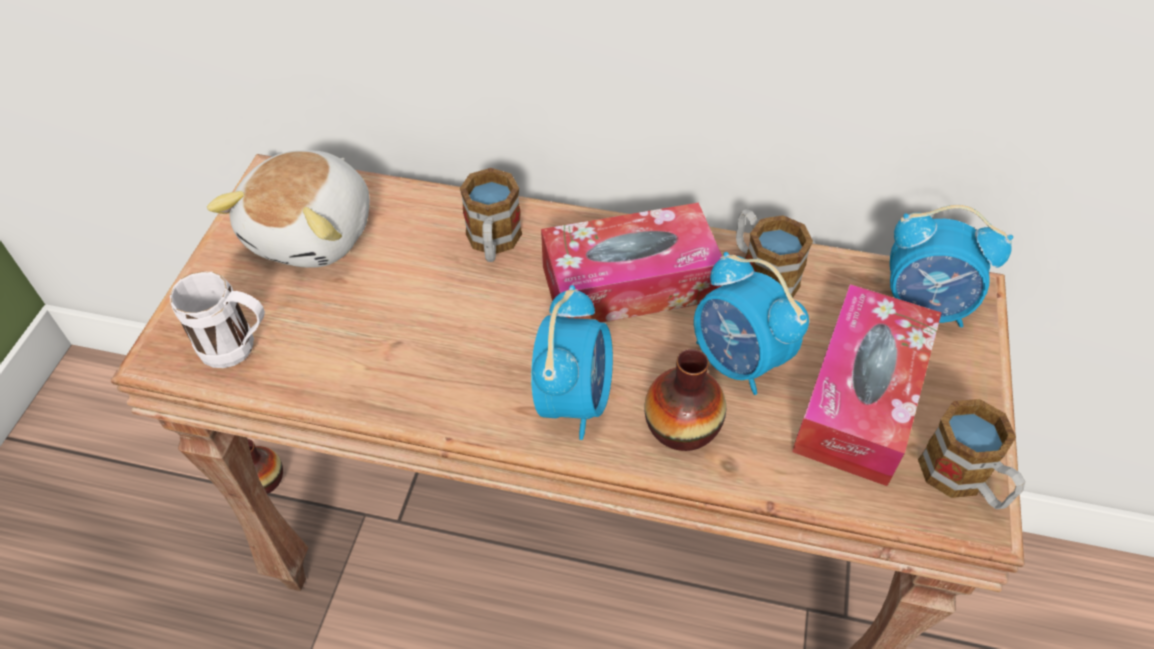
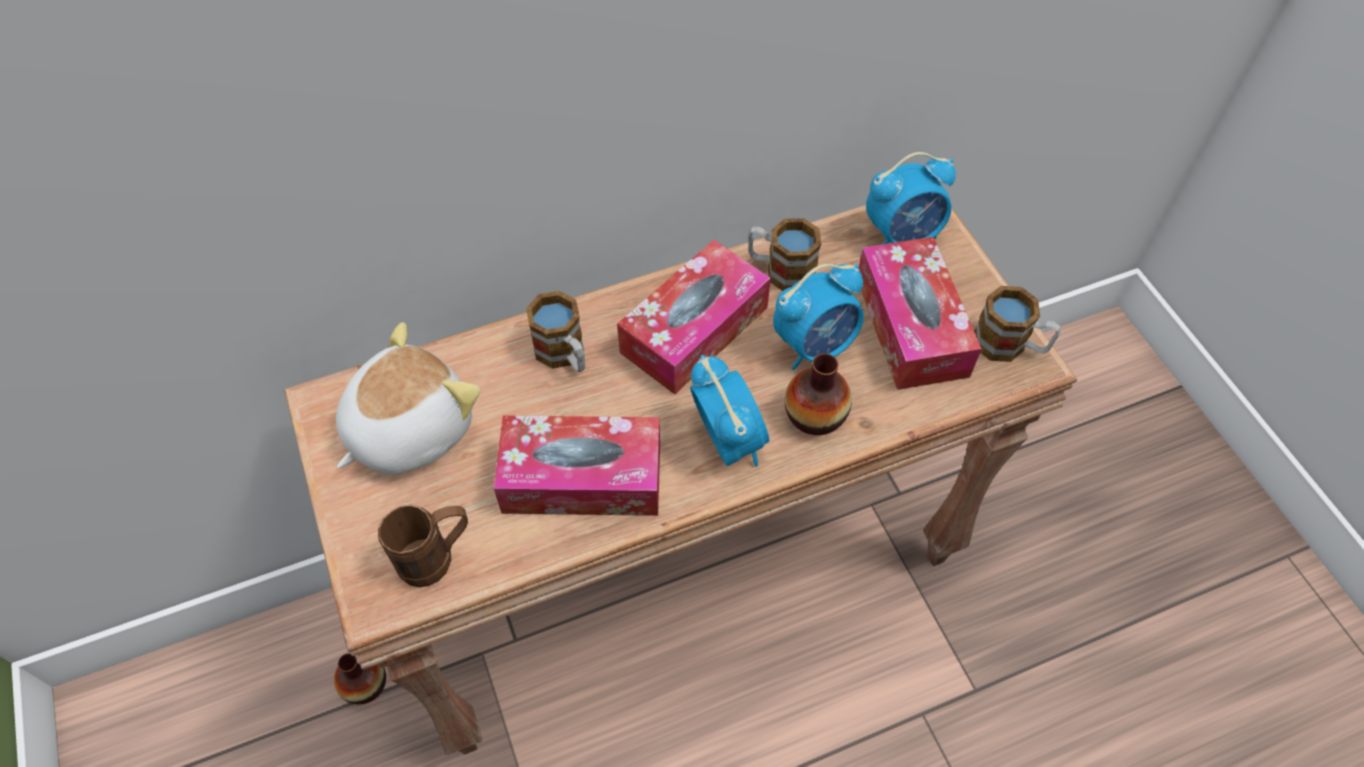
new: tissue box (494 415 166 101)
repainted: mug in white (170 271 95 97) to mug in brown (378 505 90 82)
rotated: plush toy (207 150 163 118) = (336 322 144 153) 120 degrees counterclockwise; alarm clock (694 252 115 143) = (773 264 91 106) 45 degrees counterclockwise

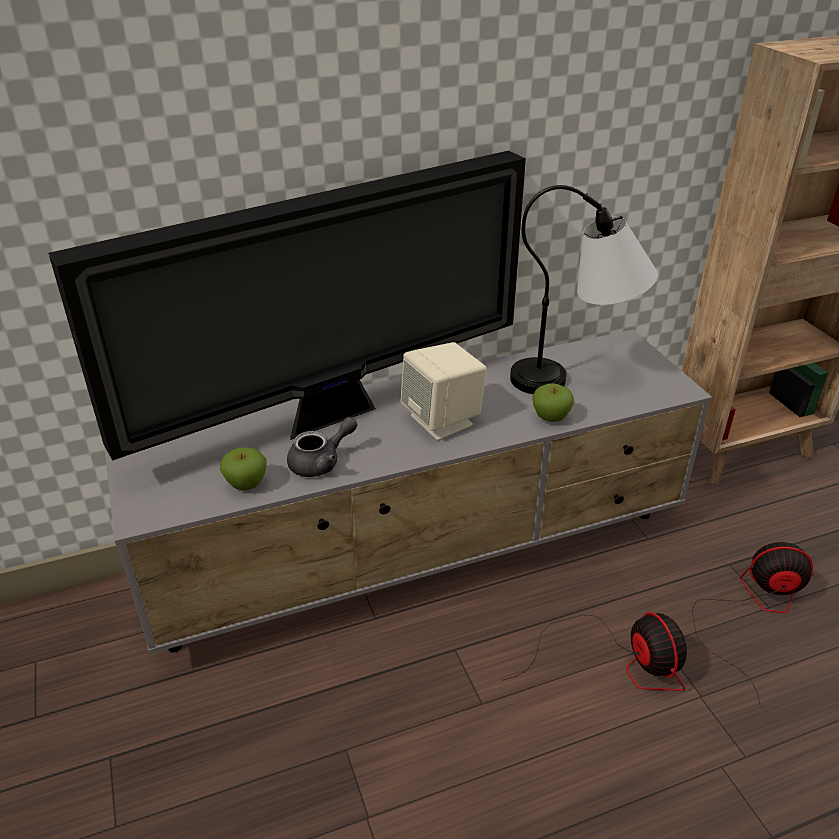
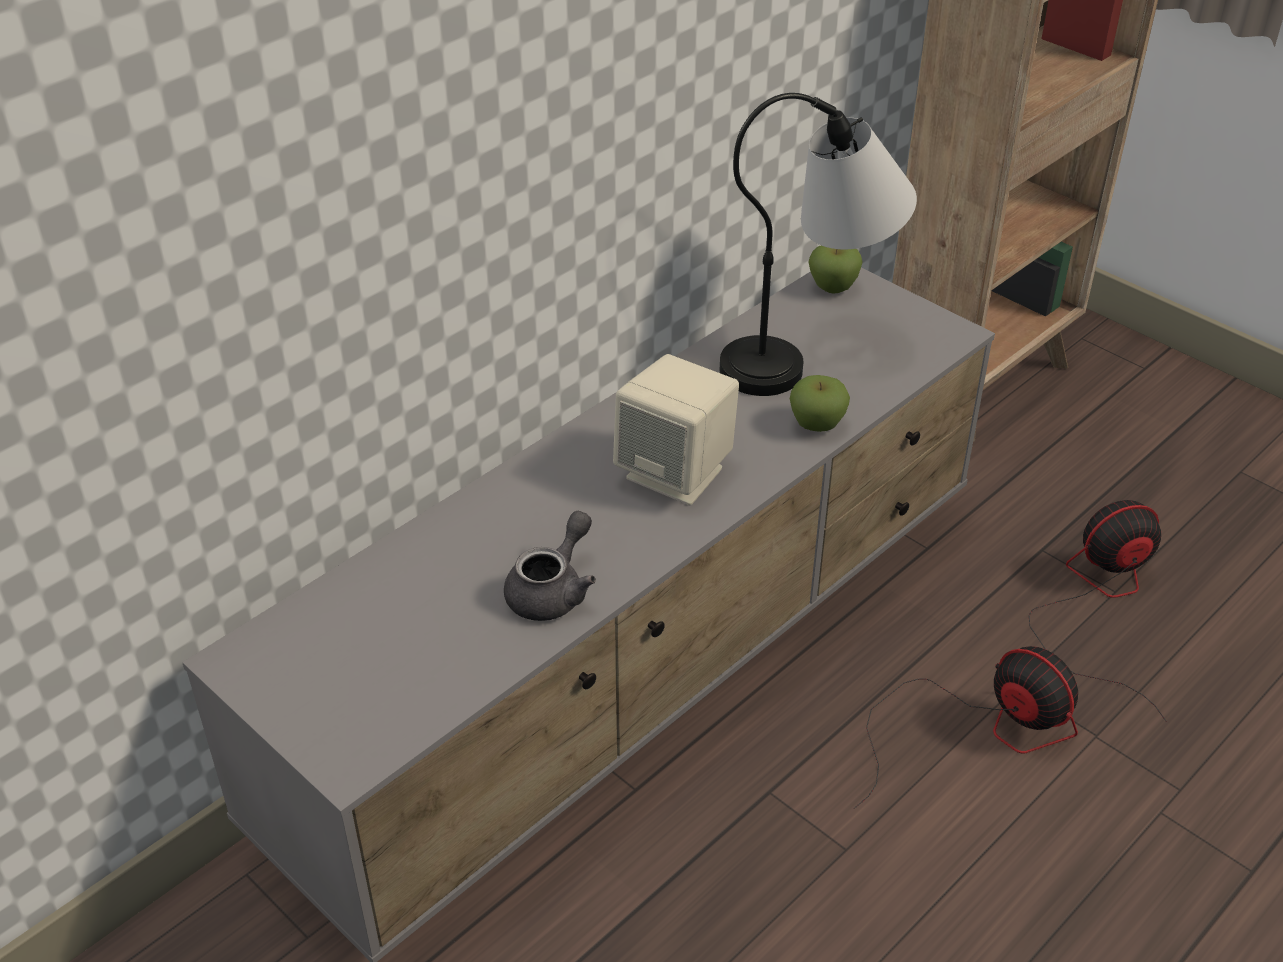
gone: television (48 151 478 310)
shifted: apple (220 447 46 43) to (808 246 55 47)

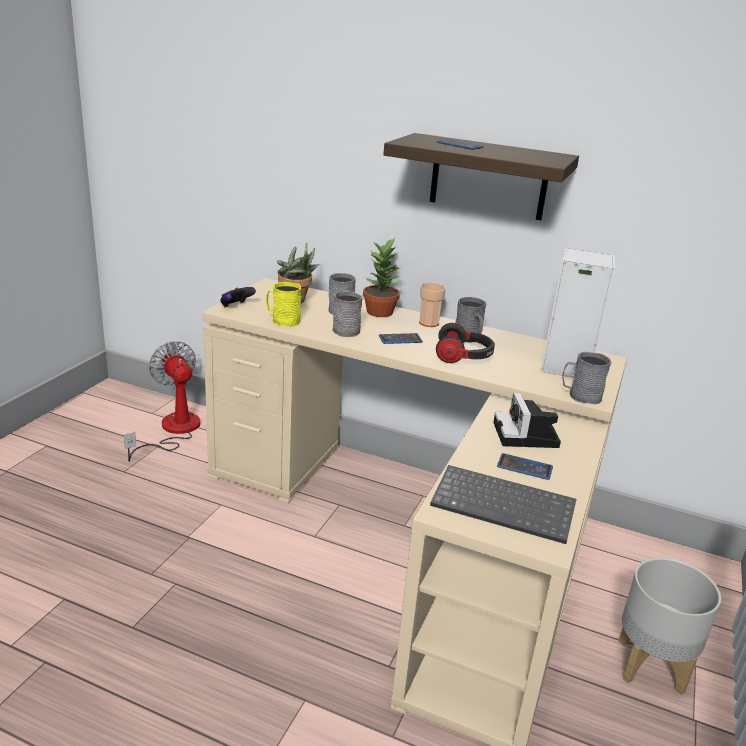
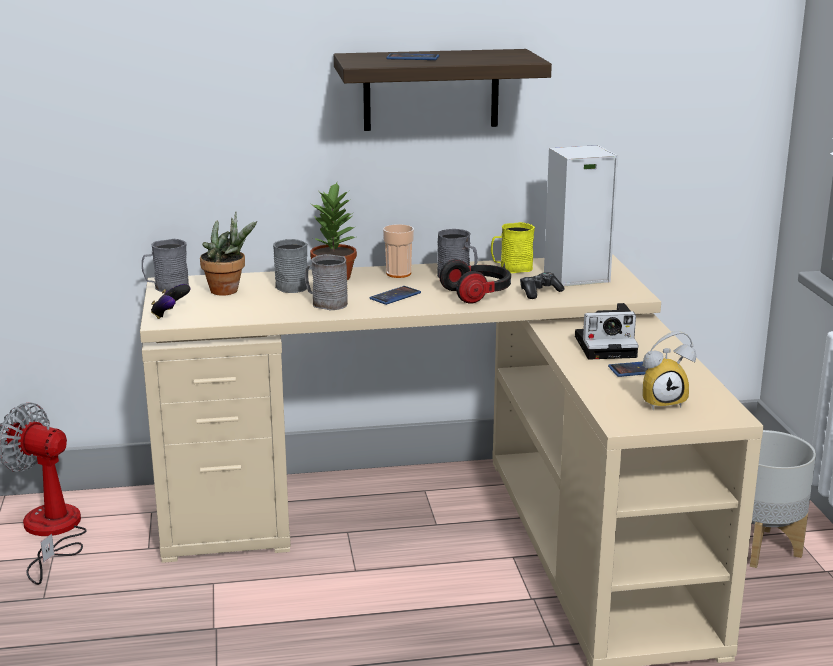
new: game controller (520 272 45 27)
shifted: mug in yellow (266 282 35 45) to (491 222 44 51); mug in grey (562 352 50 52) to (142 239 47 53)
swapped: keyboard (430 465 147 79) to alarm clock (642 331 54 79)
rotated: photo camera (493 392 68 56) = (575 303 63 57) 60 degrees counterclockwise

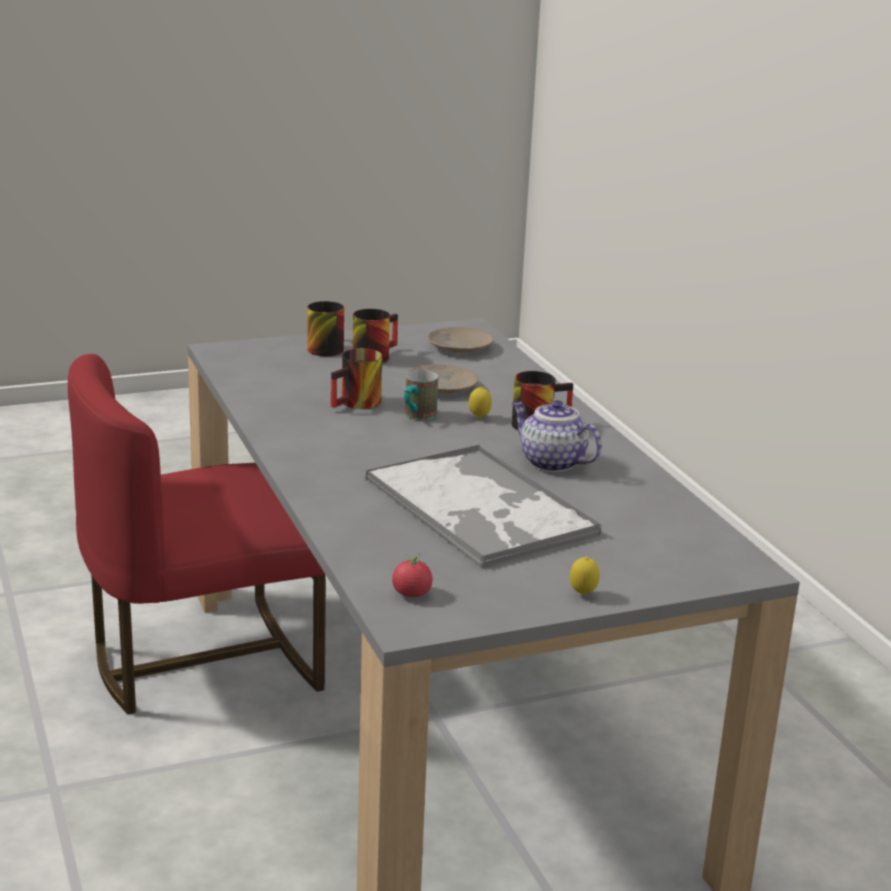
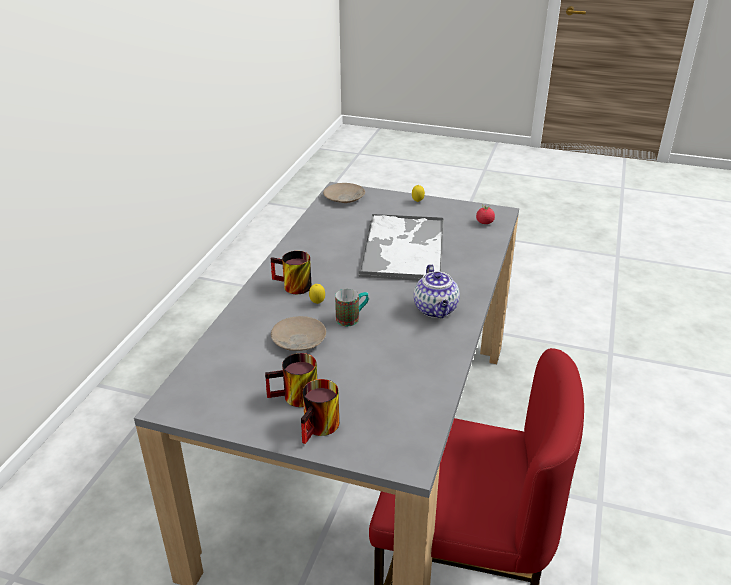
gone: mug (331 348 51 61)
shifted: plate in beige (428 327 66 26) to (323 183 42 20); teapot (512 400 90 72) to (414 264 46 54)

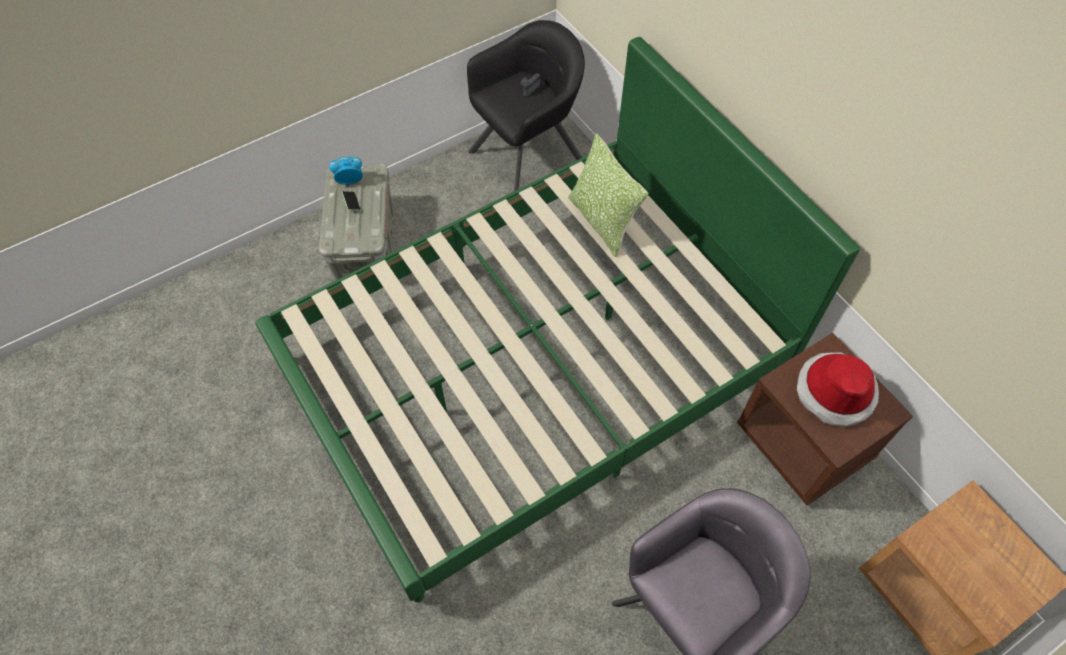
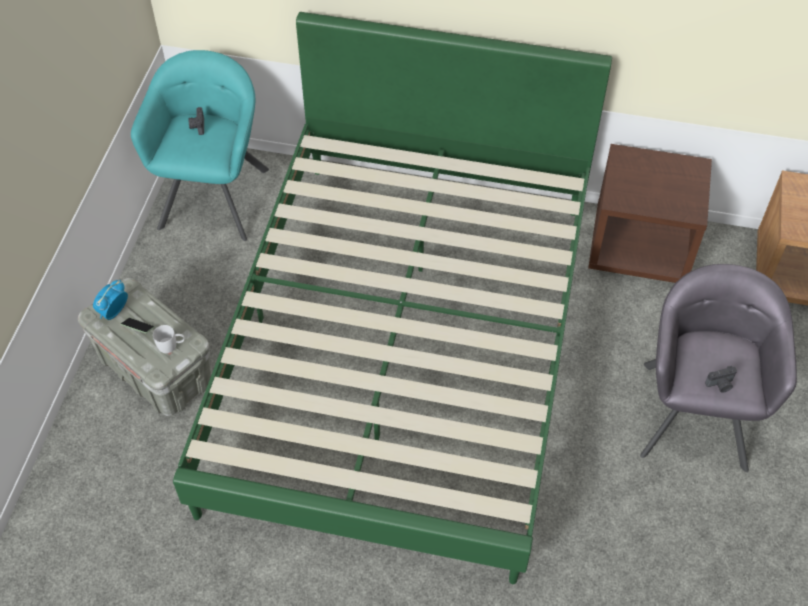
gone: pillow (568 133 80 124); hat (797 352 82 75)
new: mug in white (153 325 32 28); photo camera (705 366 32 27)
repainted: armchair in black (467 20 118 171) to armchair in turquoise (131 50 138 191)

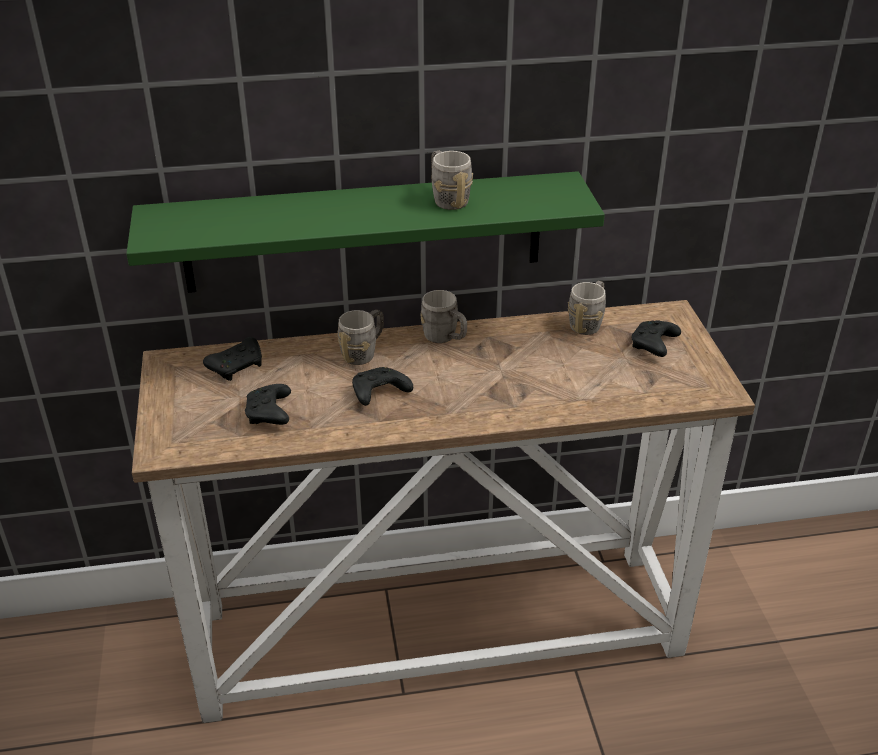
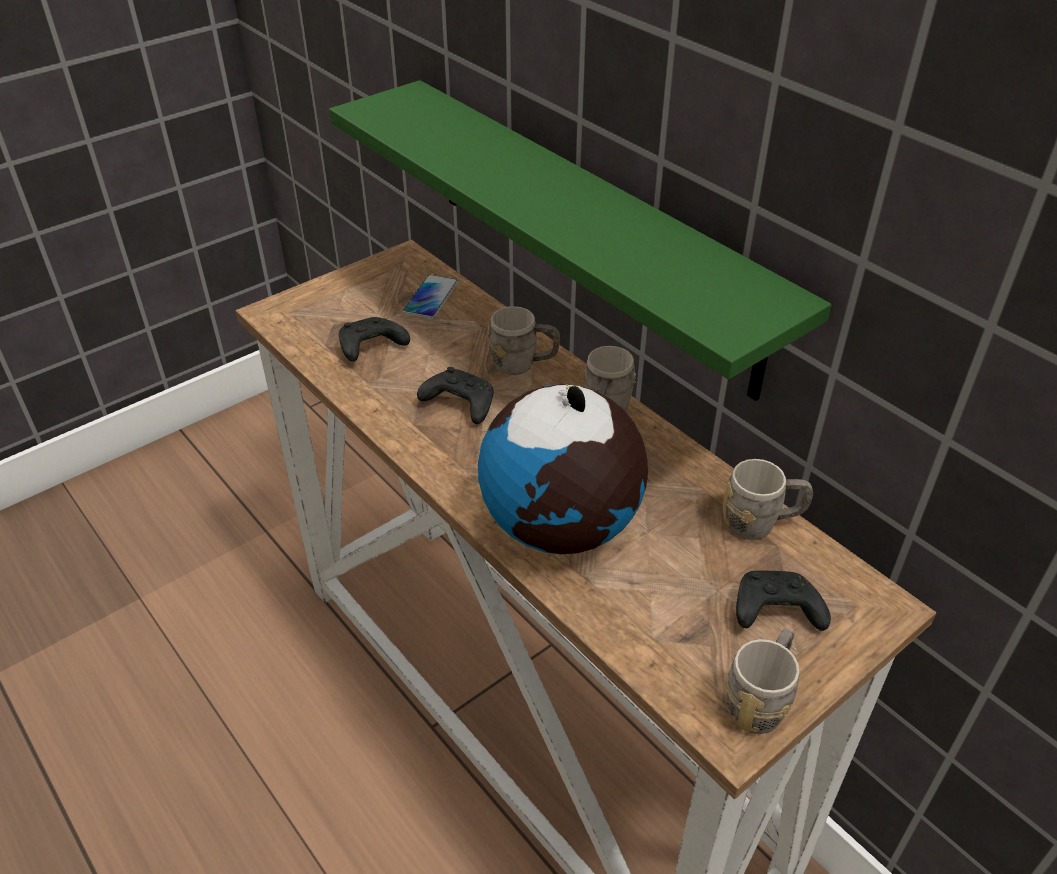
new: globe (478 384 170 170)
shifted: mug in grey (431 151 42 59) to (725 629 74 105)
swapped: game controller in black (203 337 59 44) to phone (403 274 55 45)

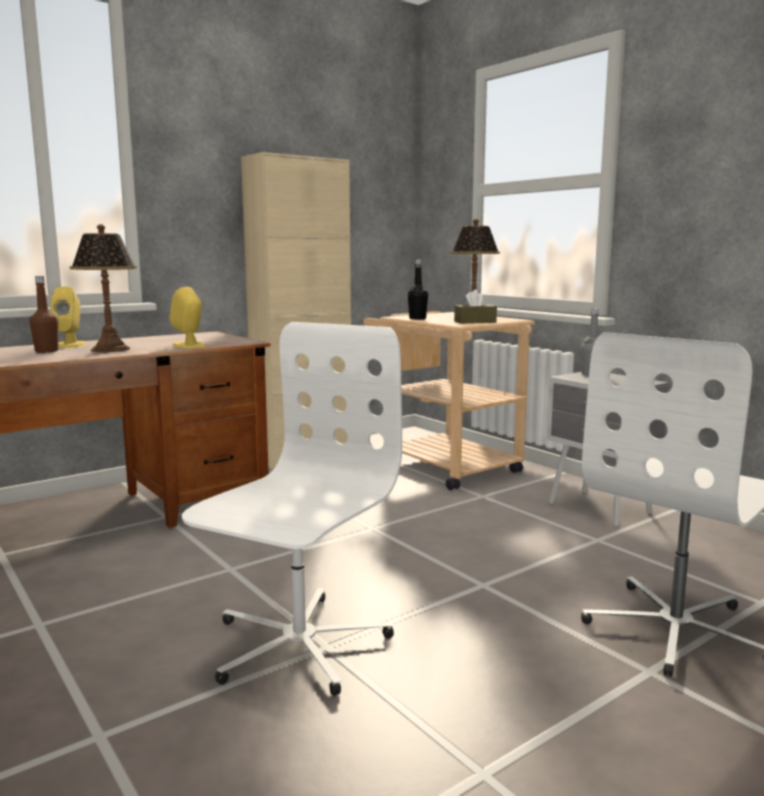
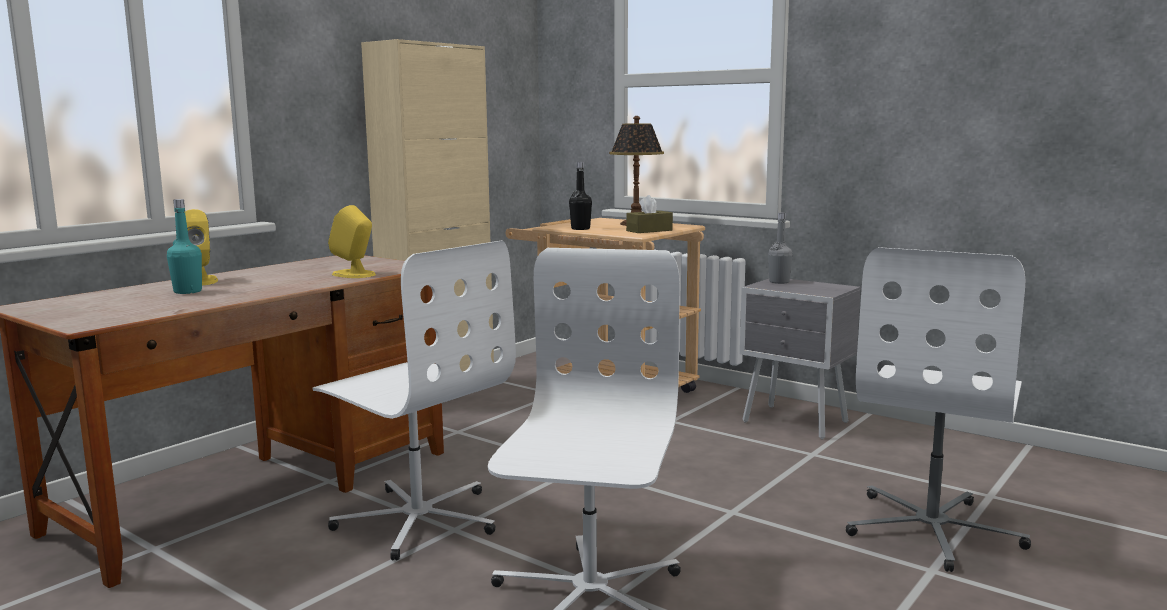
gone: table lamp (70 224 67 128)
new: office chair in white (312 241 204 320)
repainted: bottle in brown (29 276 29 77) to bottle in turquoise (167 199 35 95)

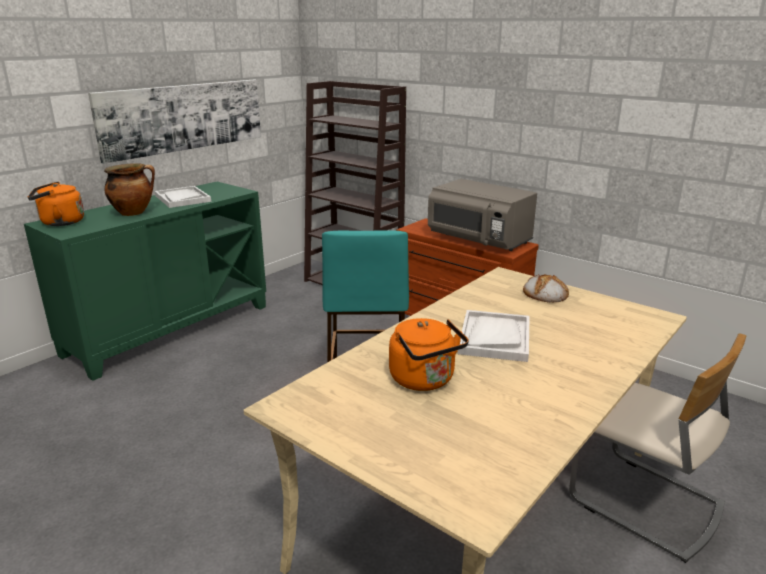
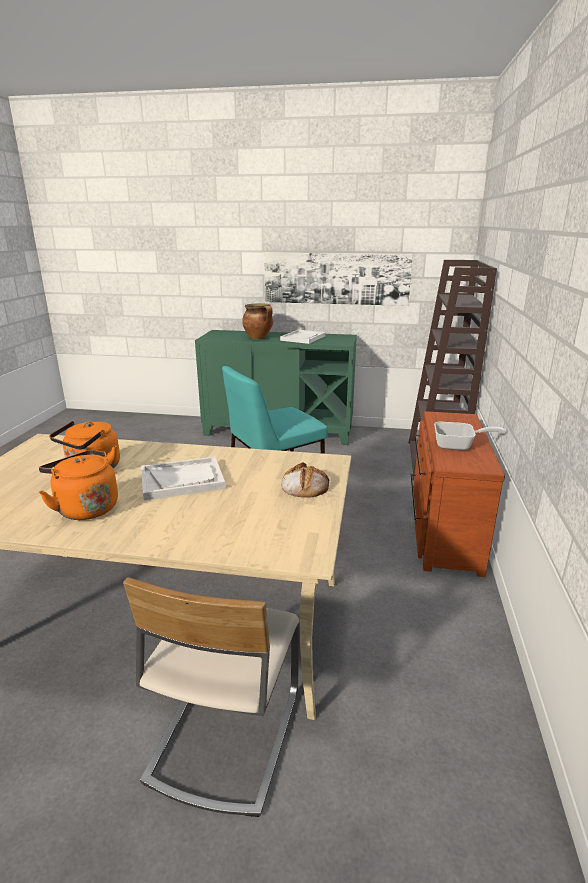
shifted: kettle in orange (28 182 56 44) to (39 450 79 70)
swapped: microwave in grey (428 179 109 72) to frying pan (434 422 73 28)

